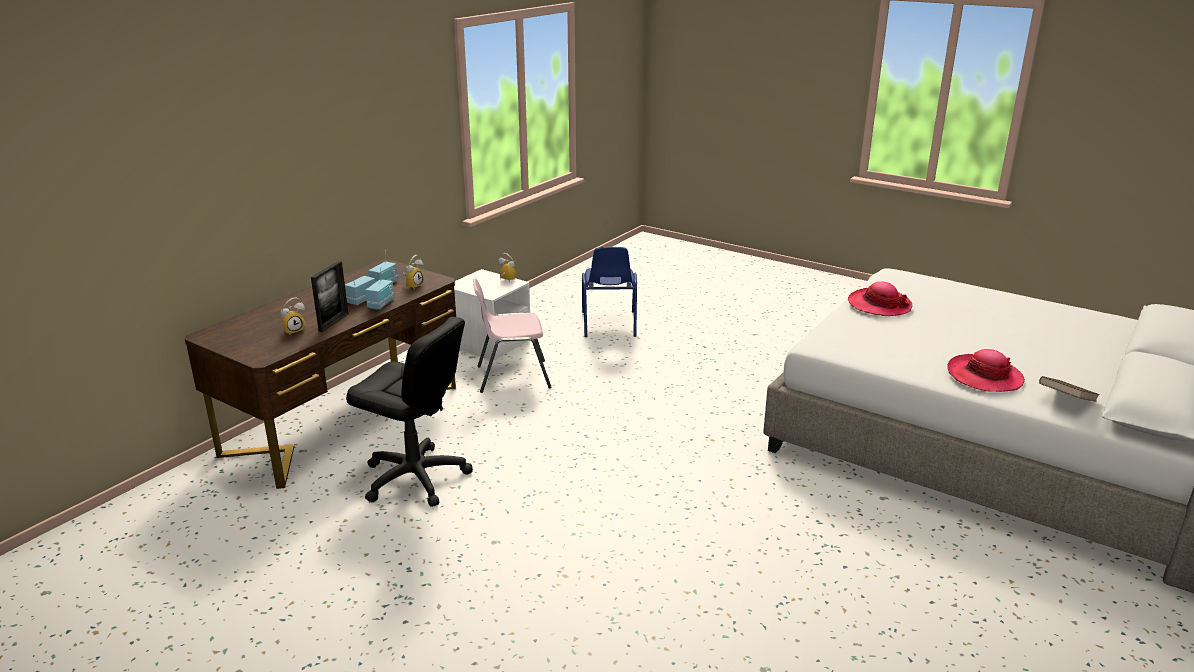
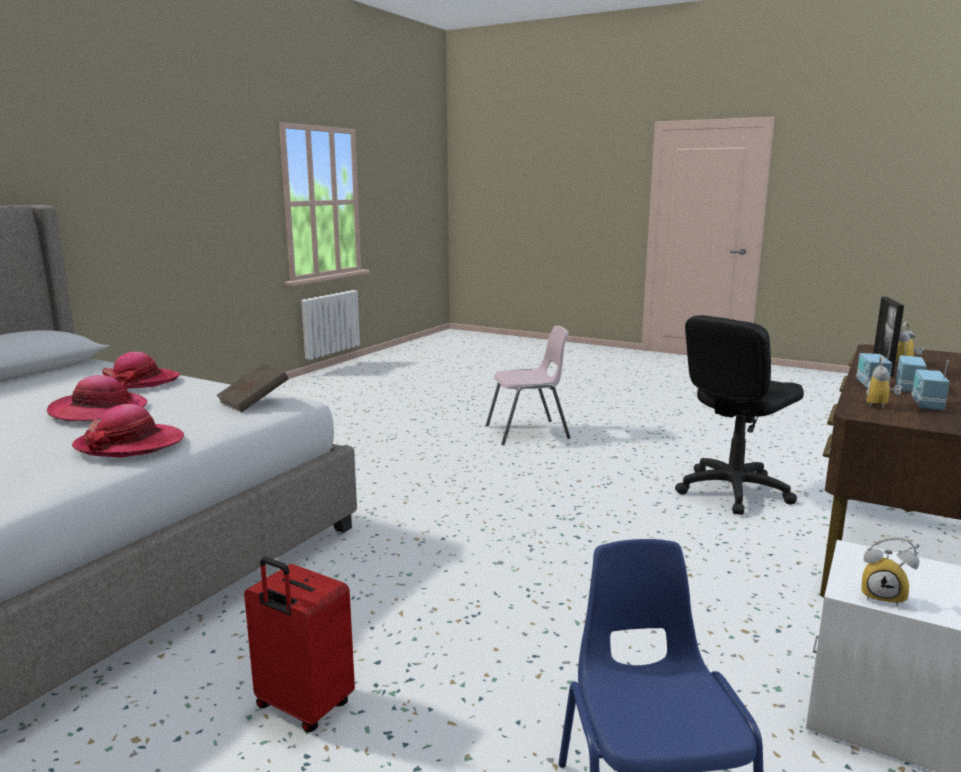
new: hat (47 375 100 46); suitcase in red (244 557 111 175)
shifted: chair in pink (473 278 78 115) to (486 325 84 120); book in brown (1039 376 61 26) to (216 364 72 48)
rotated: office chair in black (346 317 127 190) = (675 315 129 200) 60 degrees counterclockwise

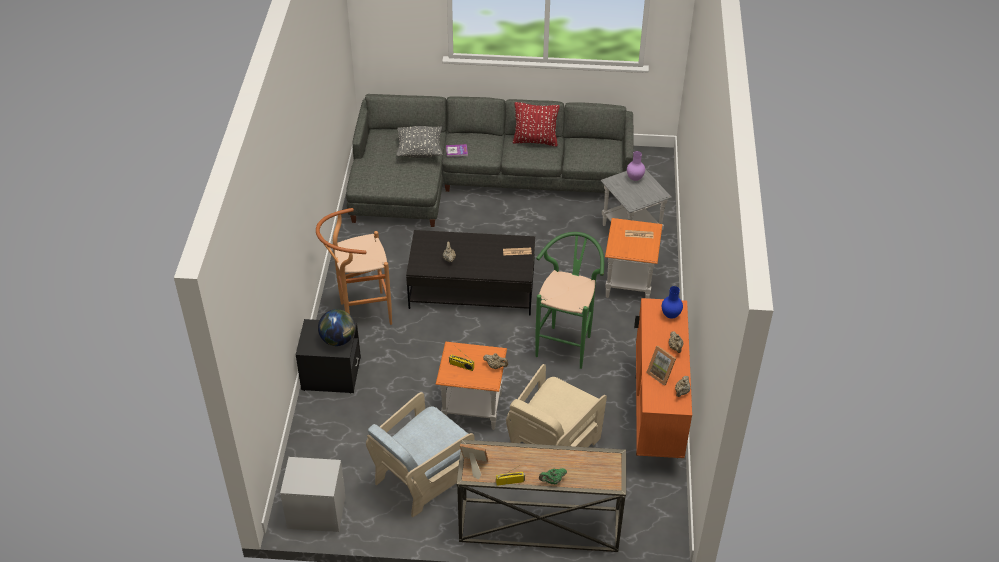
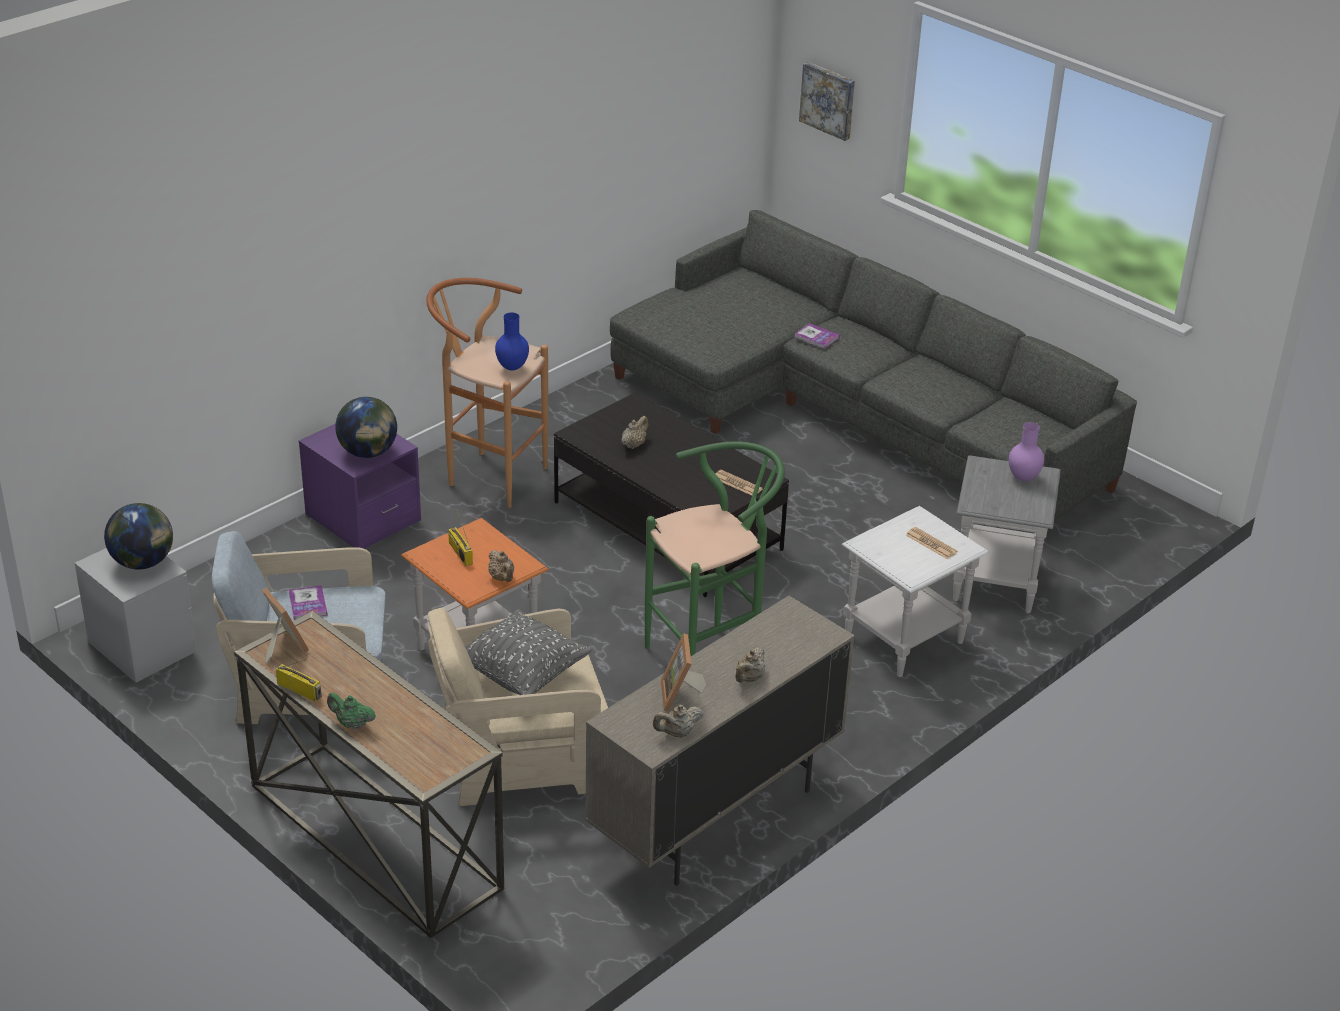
gone: pillow in red (513 102 47 45)
new: picture (799 62 56 79); globe (104 503 69 66); book (289 585 39 35)
shifted: pillow in grey (396 126 47 32) to (465 609 127 86); vase in blue (662 286 21 33) to (495 312 34 59)
repainted: side table in orange (605 218 58 80) to side table in white (841 506 148 171); cabinet in orange (634 298 58 160) to cabinet in beige (585 596 270 290); nightstand in black (296 319 65 75) to nightstand in purple (299 424 122 125)

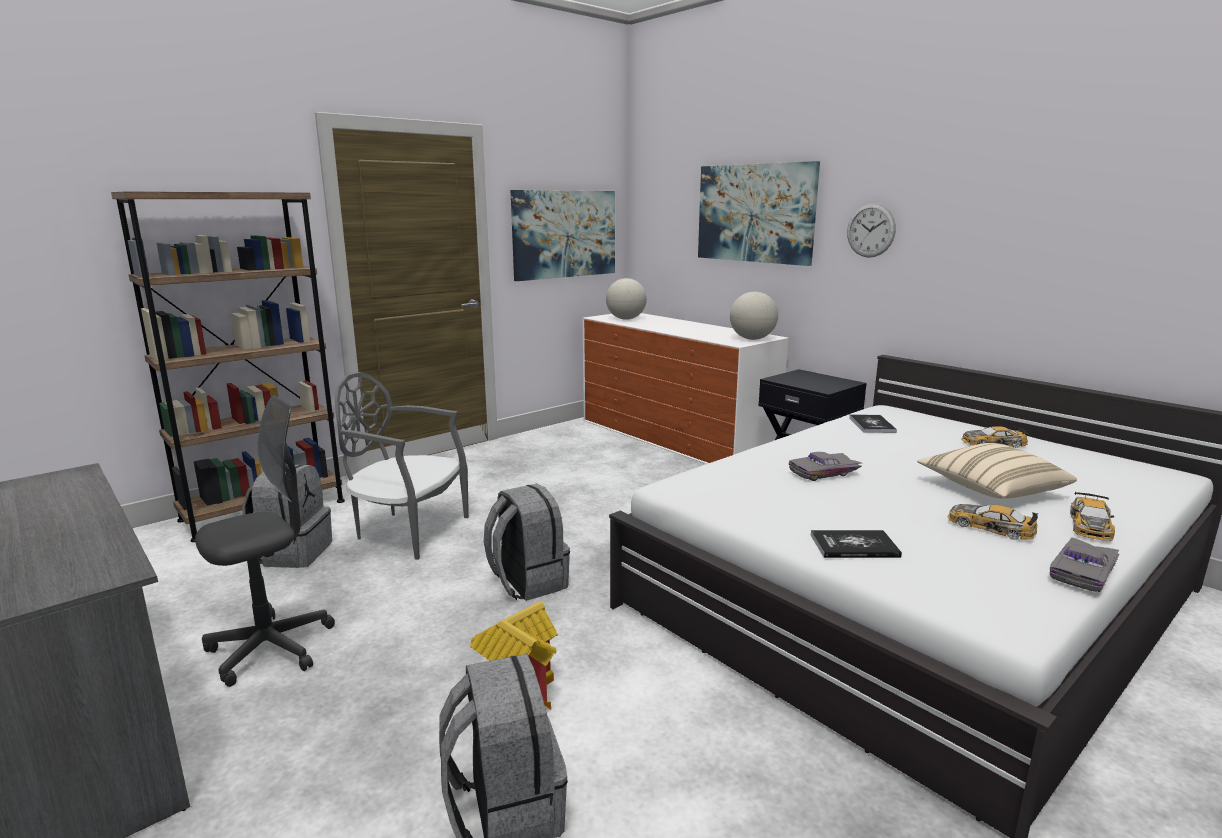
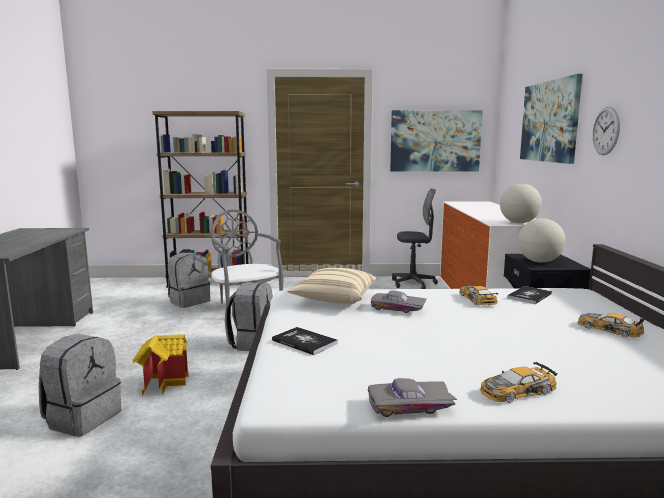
shifted: globe (606 278 41 42) to (518 218 48 45); office chair in grey (195 396 140 291) to (392 188 46 101); pillow in beige (917 443 160 56) to (287 268 89 36); toy car (947 504 91 36) to (459 286 39 19)

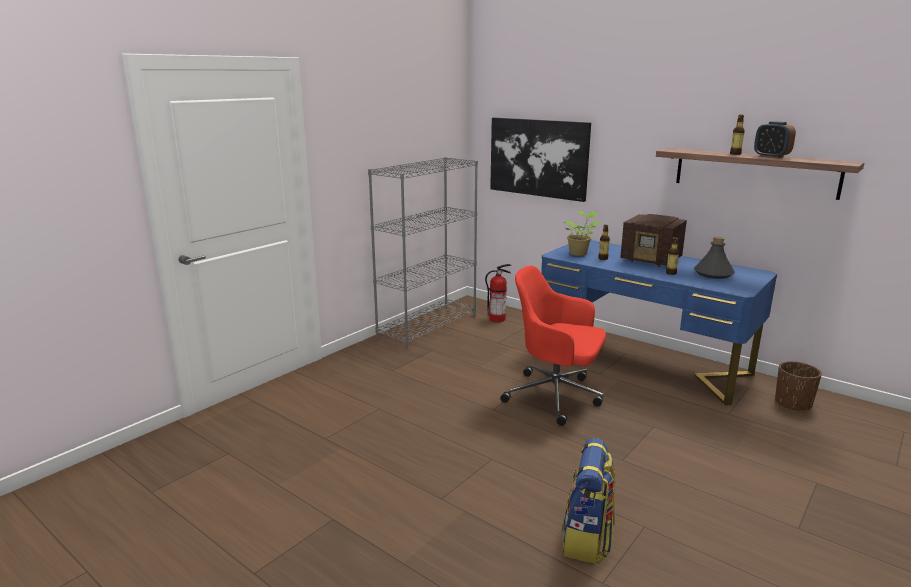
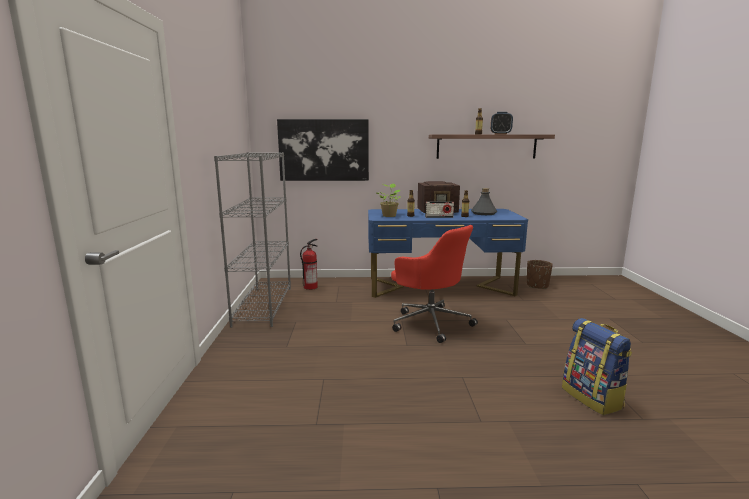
new: radio (425 201 29 17)
rotated: office chair in red (500 266 106 160) = (391 225 87 118) 120 degrees counterclockwise

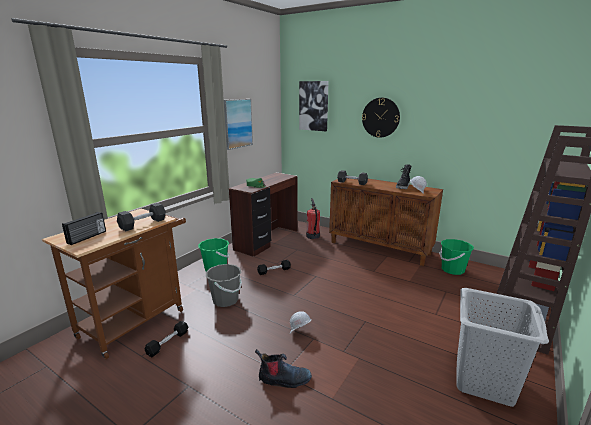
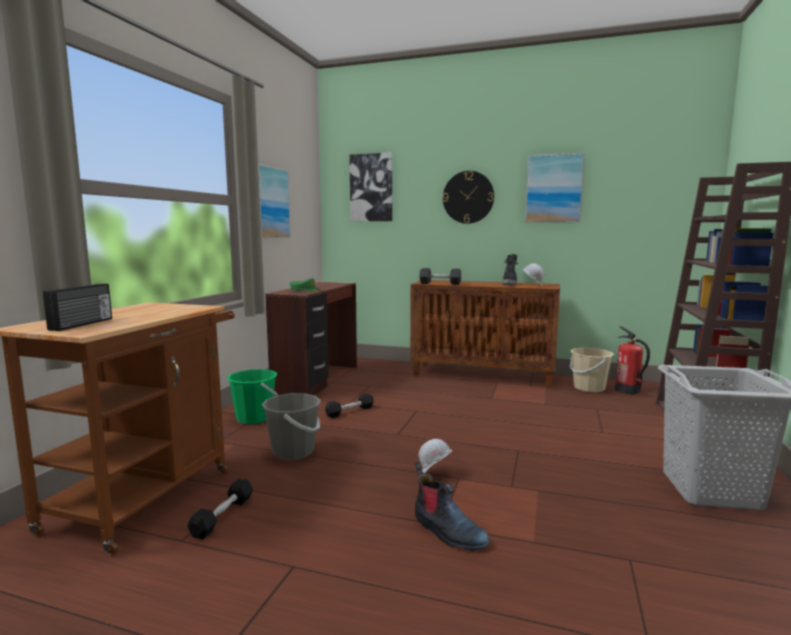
gone: dumbbell in grey (117 203 49 28)
new: picture (525 153 60 70)
shifted: fire extinguisher (306 198 14 41) to (615 326 35 68)
repainted: bucket in green (439 239 35 36) to bucket in beige (570 348 44 44)
rotated: boot (255 349 57 39) = (414 462 76 89) 60 degrees clockwise

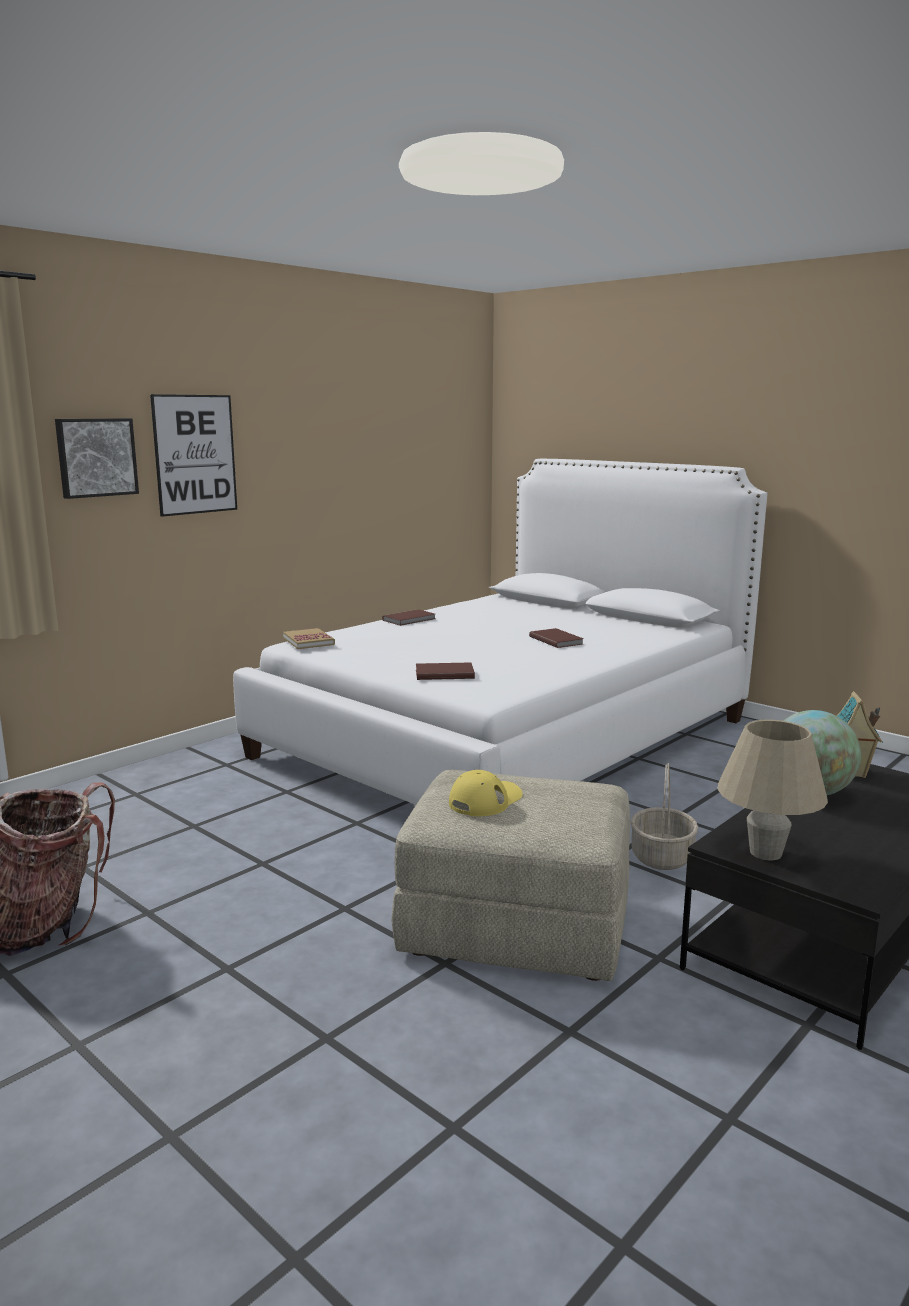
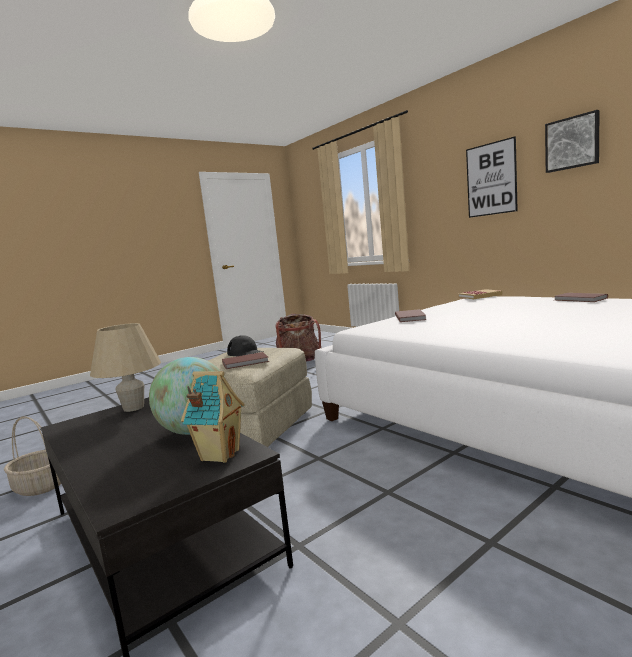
shifted: picture (55 418 84 81) to (545 110 54 63); book in brown (529 628 55 20) to (222 352 47 17); basket (630 763 69 107) to (4 416 57 80)
repainted: cap in yellow (449 770 74 46) to cap in black (227 335 37 21)

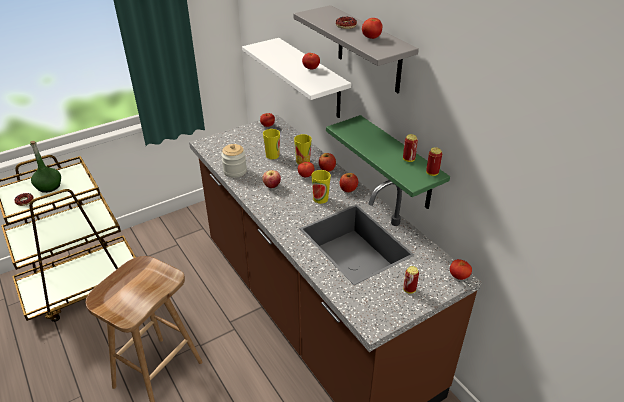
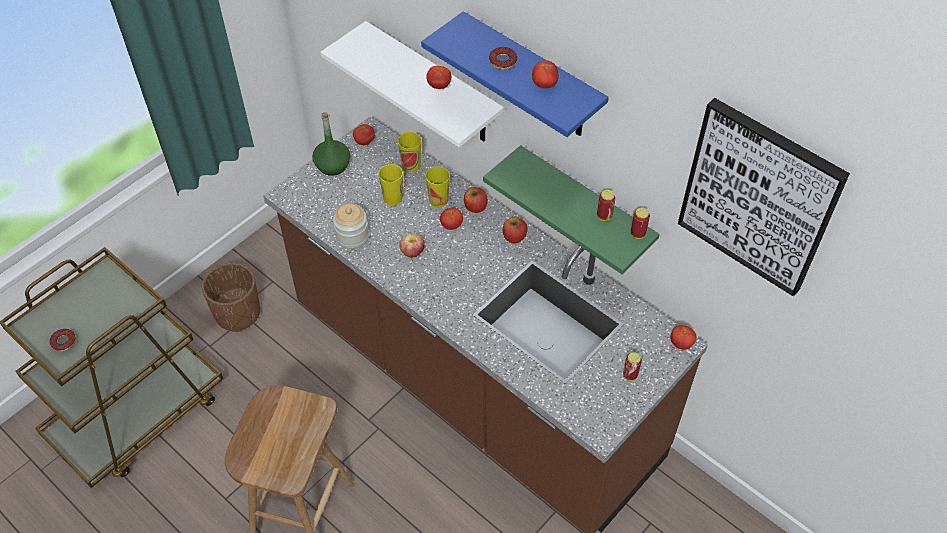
new: picture (678 98 172 199); planter in brown (202 262 58 70)
shifted: bottle in green (30 141 31 52) to (312 112 38 64); cup (311 170 20 34) to (398 132 23 40)
repainted: shelf in grey (293 5 126 88) to shelf in blue (421 11 188 126)

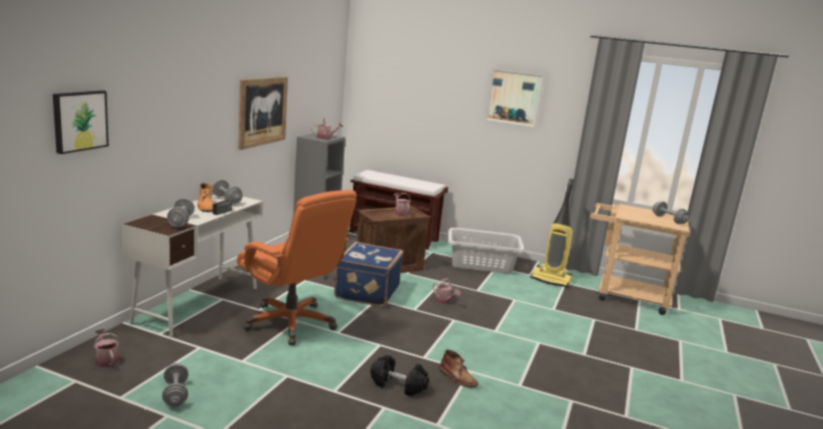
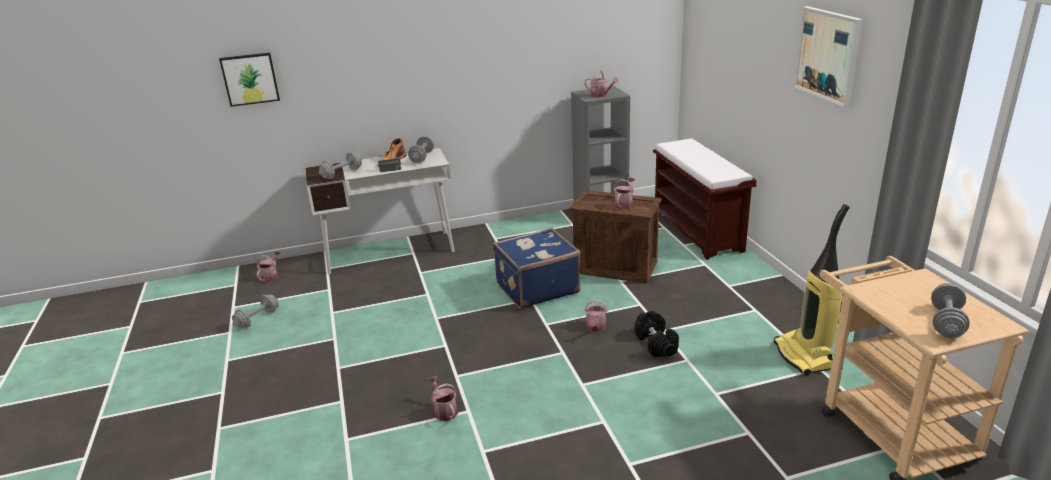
gone: picture (239 77 49 73); office chair in orange (237 190 120 155); laundry basket in grey (448 228 76 46)
shifted: dumbbell in black (370 355 59 41) to (634 311 45 46)
swapped: boot in brown (439 349 39 39) to watering can (428 376 30 45)

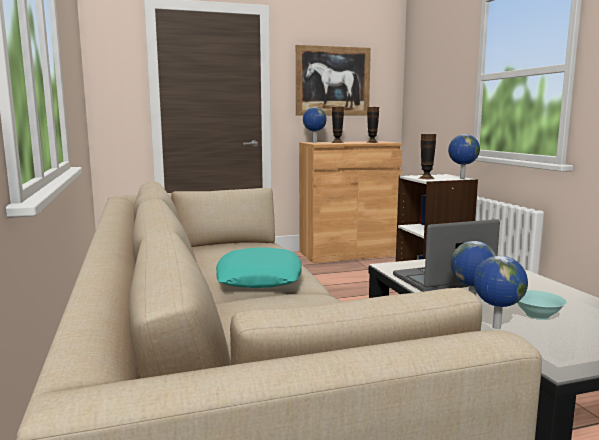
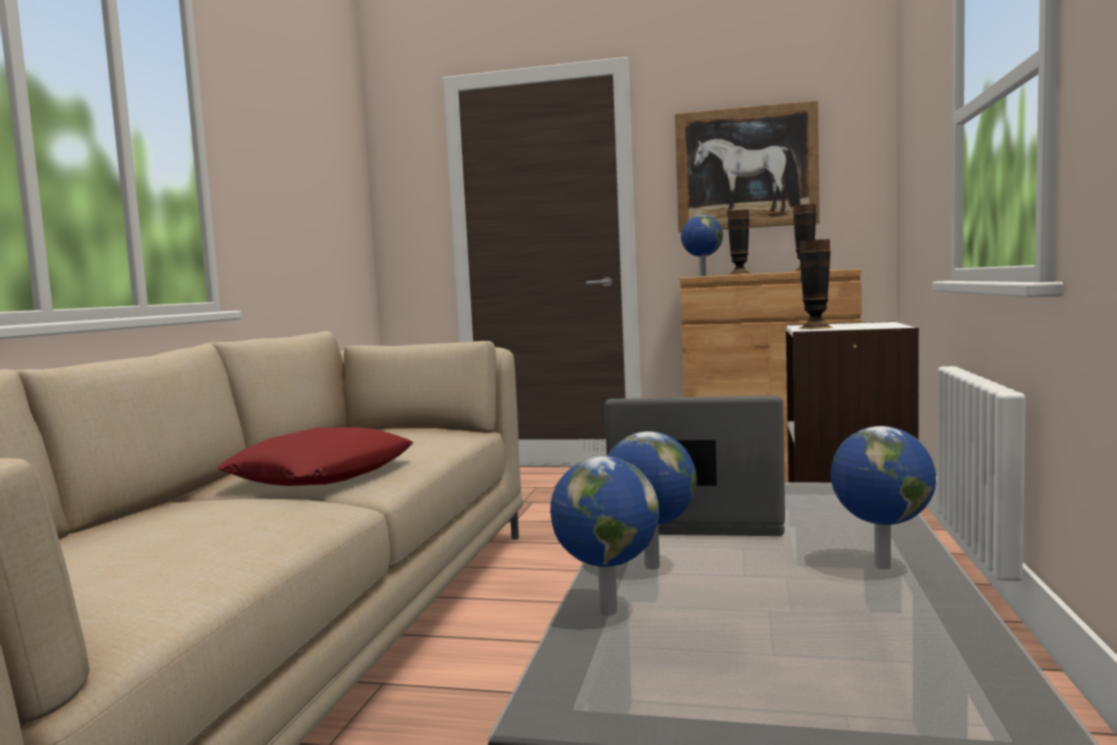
gone: bowl in turquoise (517 290 50 30)
shifted: globe (448 134 32 45) to (831 426 105 144)
repainted: pillow in turquoise (216 247 86 41) to pillow in red (217 427 196 59)

